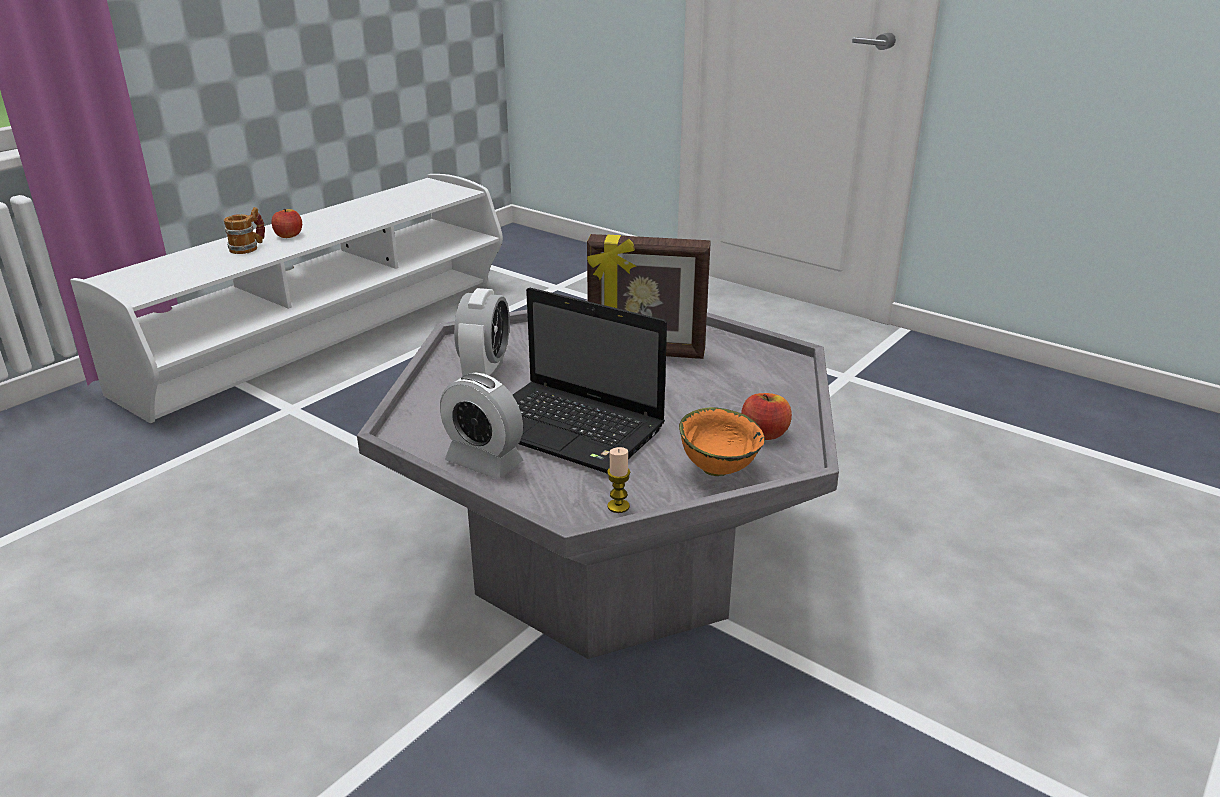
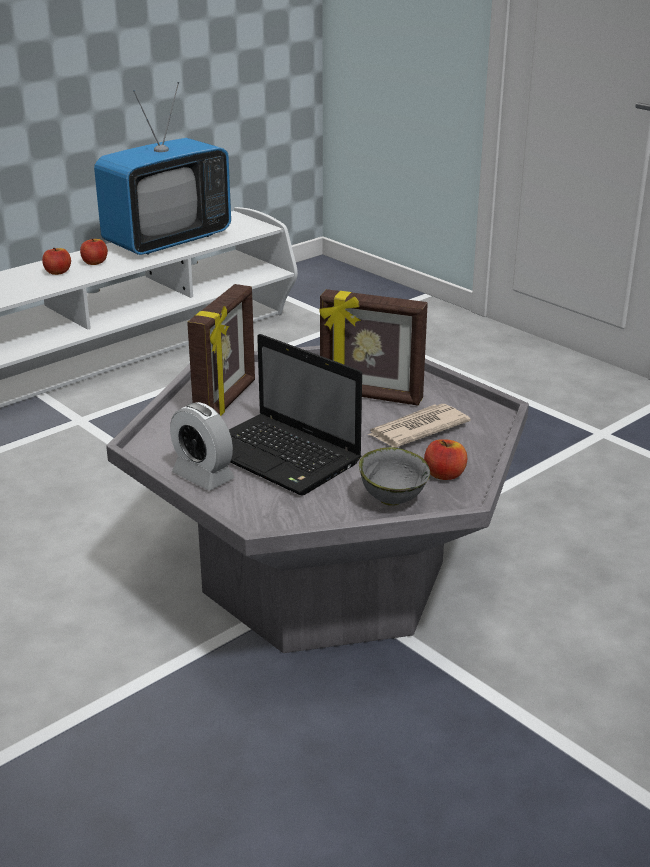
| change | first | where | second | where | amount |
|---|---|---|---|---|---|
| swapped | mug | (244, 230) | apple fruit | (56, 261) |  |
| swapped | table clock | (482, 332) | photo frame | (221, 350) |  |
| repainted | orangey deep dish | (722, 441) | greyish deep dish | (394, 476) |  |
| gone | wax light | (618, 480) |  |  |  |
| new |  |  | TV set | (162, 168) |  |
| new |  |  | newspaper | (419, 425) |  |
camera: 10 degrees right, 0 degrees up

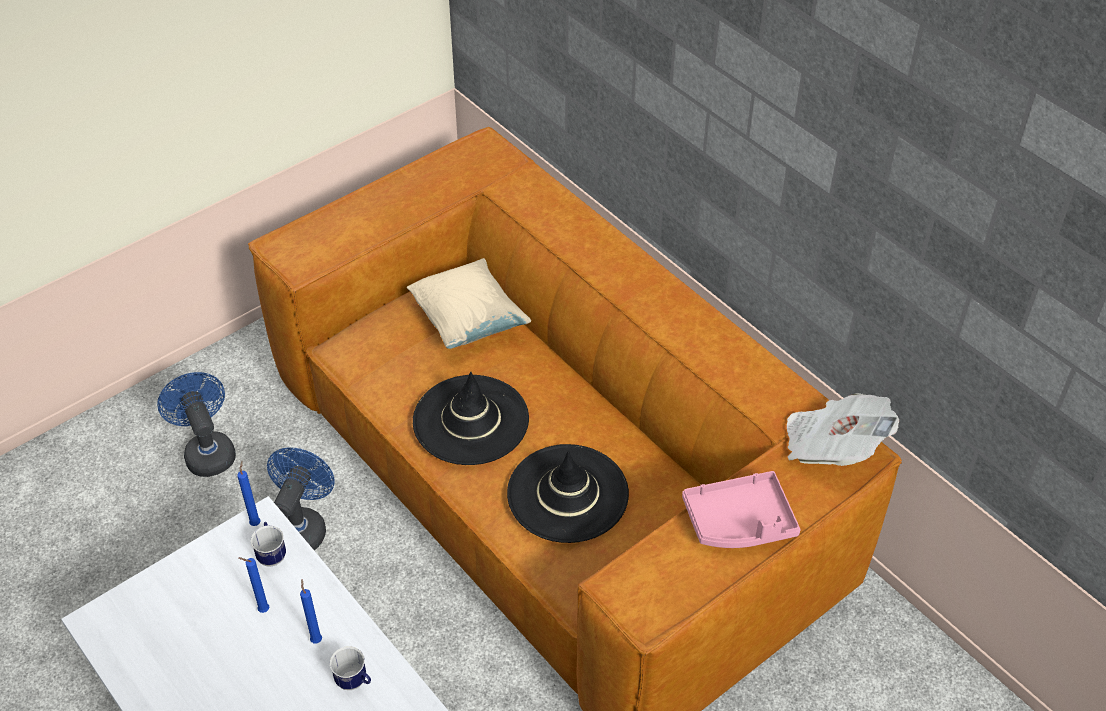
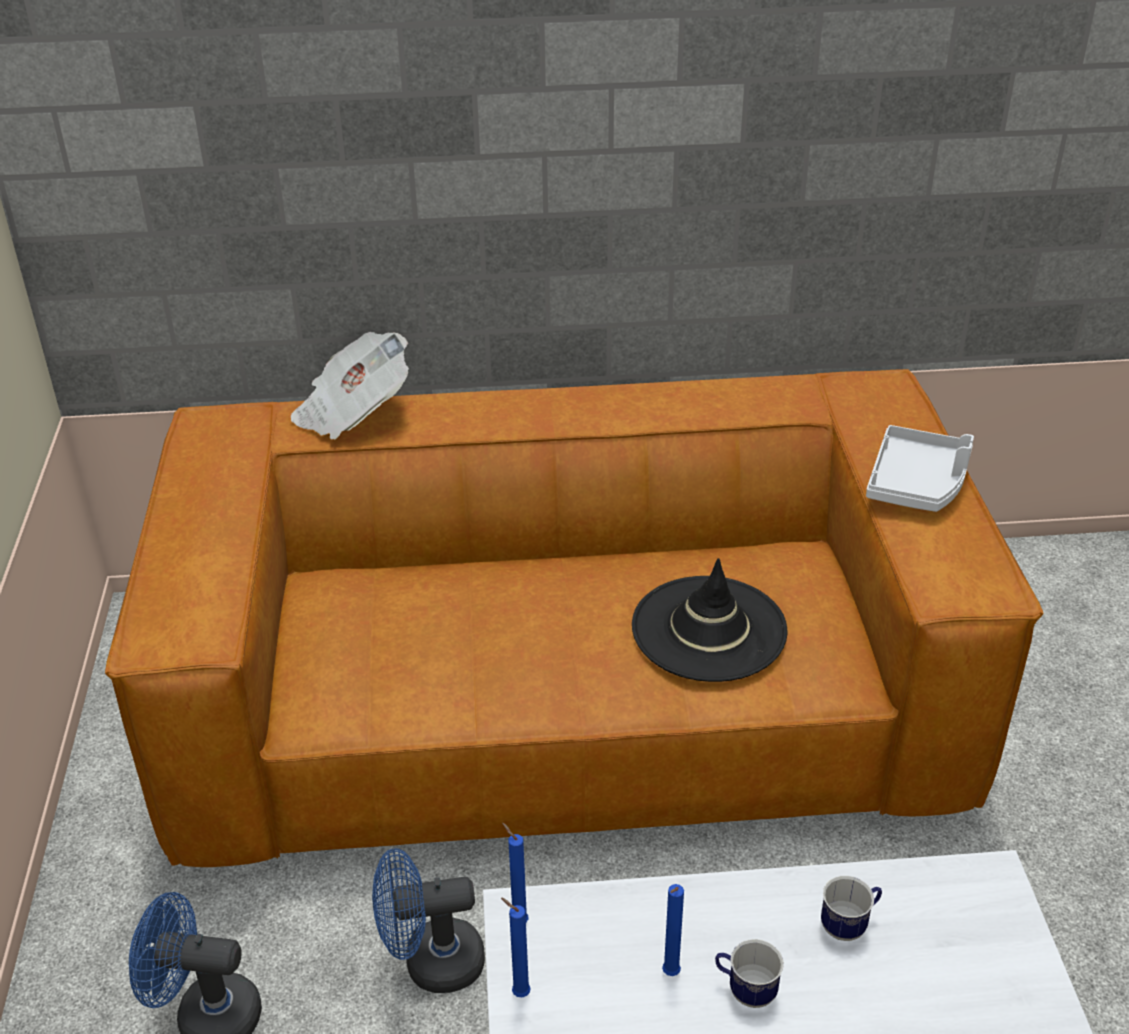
| change | first | where | second | where | amount |
|---|---|---|---|---|---|
| gone | sand-coloured pillow | (469, 303) |  |  |  |
| gone | black wearable hat | (471, 418) |  |  |  |
| shifted | newspaper | (843, 429) |  | (350, 385) |  |
| rotated | bluish fan | (301, 499) |  | (428, 920) | 60 degrees counterclockwise |
| repainted | pink carrying tray | (741, 509) | white carrying tray | (920, 468) |  |
| shifted | mug | (268, 544) |  | (749, 973) |  |
| shifted | bluish wax light | (311, 611) |  | (516, 947) |  |
camera: 55 degrees left, 10 degrees down

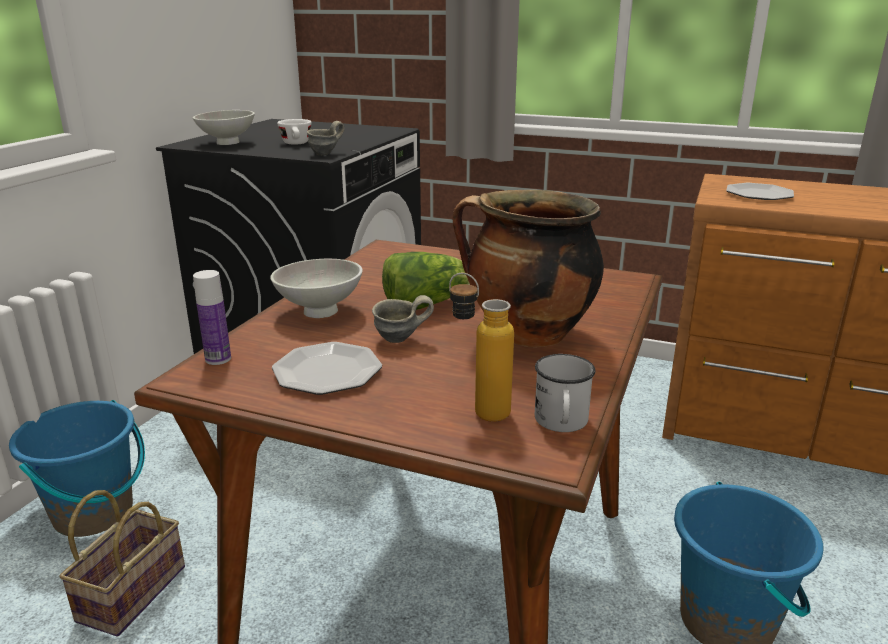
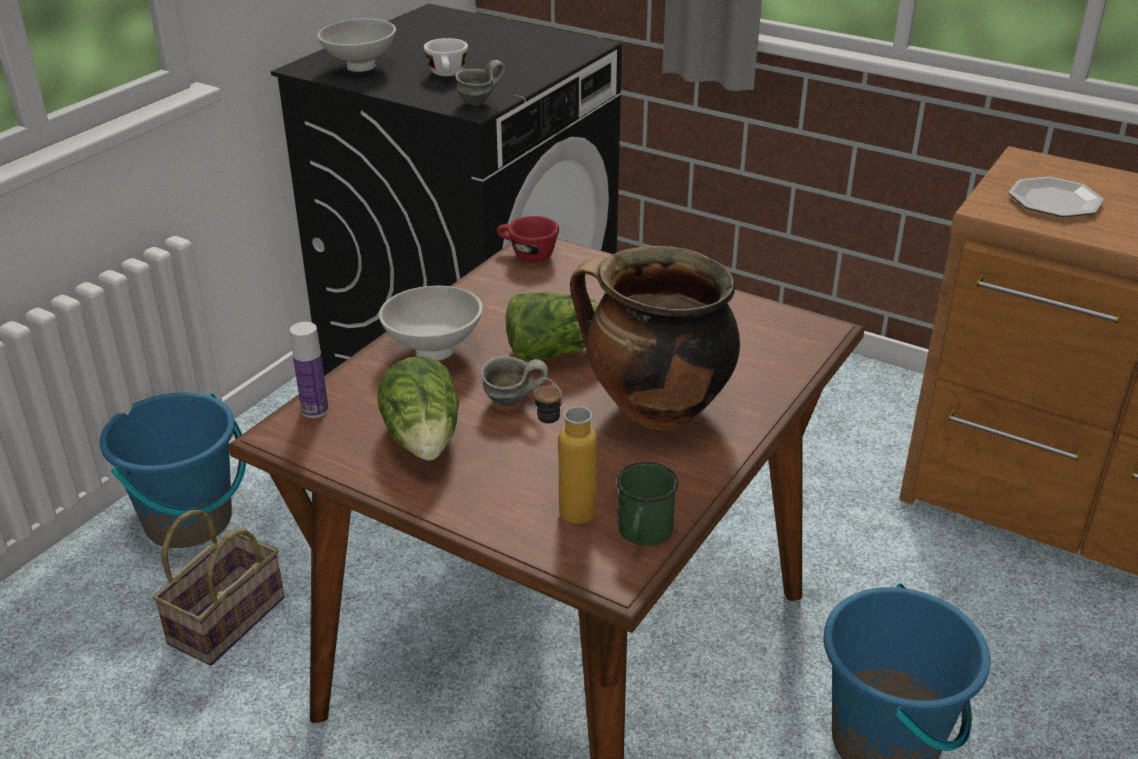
| change | first | where | second | where | amount |
|---|---|---|---|---|---|
| swapped | dinner plate | (327, 368) | lettuce head | (418, 408) |  |
| repainted | white mug | (565, 393) | green mug | (647, 503) |  |
| new |  |  | reddish cup | (528, 239) |  |
camera: 10 degrees right, 10 degrees up

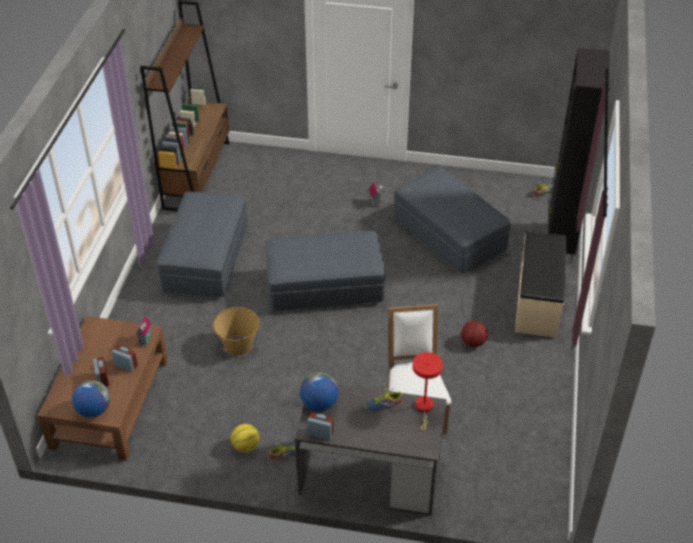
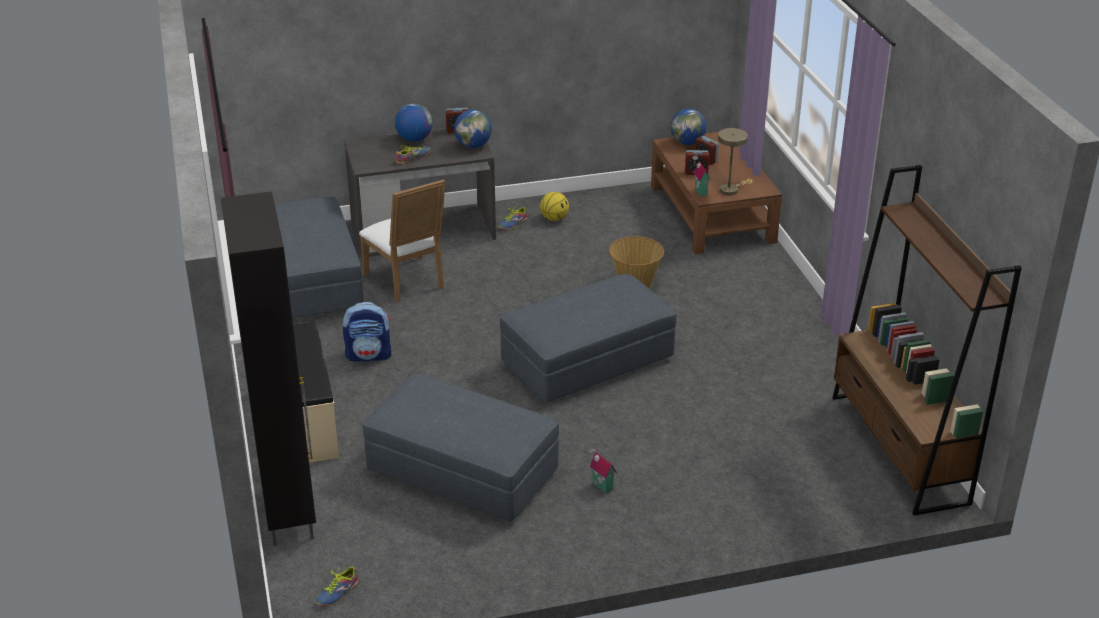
| change | first | where | second | where | amount |
|---|---|---|---|---|---|
| shifted | greyish footrest | (202, 244) |  | (319, 257) |  |
| swapped | ball for basketball | (474, 334) | backpack | (367, 331) |  |
| gone | reddish lamp for a table | (428, 391) |  |  |  |
| new |  |  | globe | (414, 123) |  |
| new |  |  | sand-coloured lamp for a table | (735, 161) |  |
camera: 155 degrees right, 10 degrees down

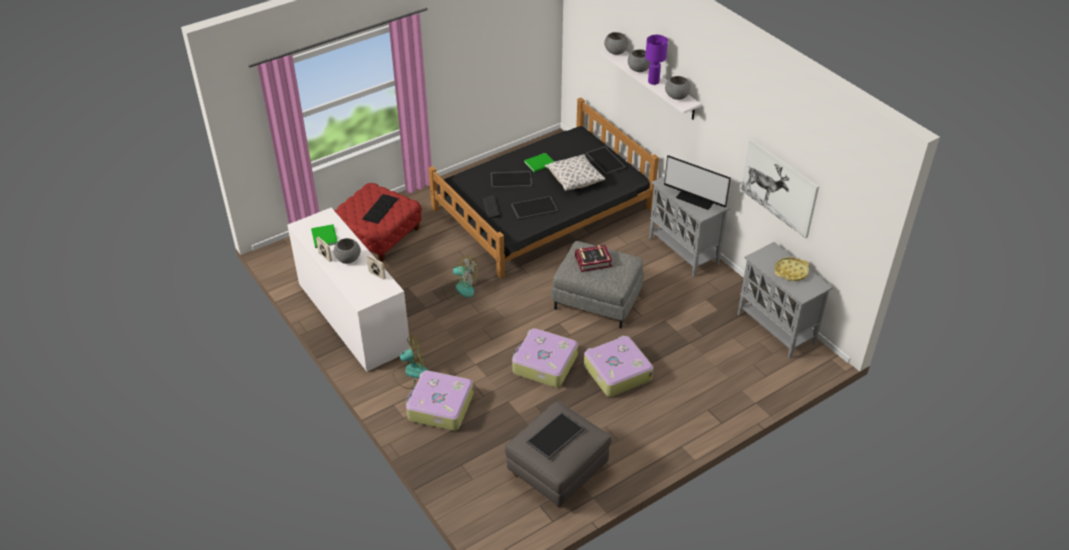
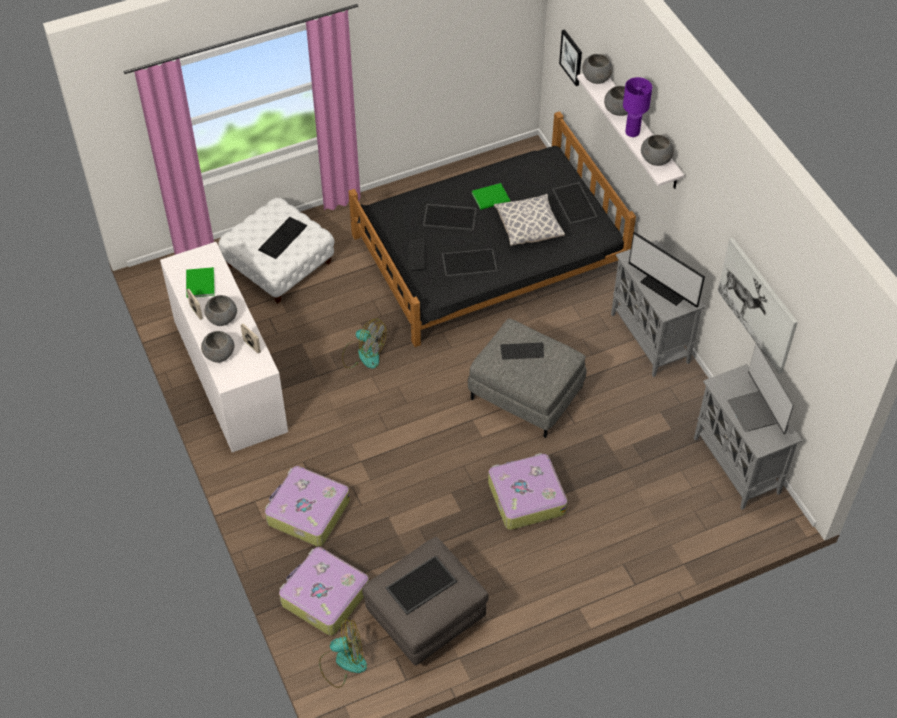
| change | first | where | second | where | amount |
|---|---|---|---|---|---|
| repainted | reddish footrest | (378, 222) | white footrest | (276, 250) |  |
| swapped | book | (593, 258) | keyboard | (522, 351) |  |
| swapped | yellowish carrying tray | (792, 269) | monitor | (760, 388) |  |
| shifted | travel case | (545, 358) |  | (324, 591) |  |
| shifted | fan | (410, 362) |  | (343, 653) |  |
| new |  |  | wall picture | (570, 57) |  |
| new |  |  | greyish deep dish | (218, 347) |  |
camera: 10 degrees right, 10 degrees up

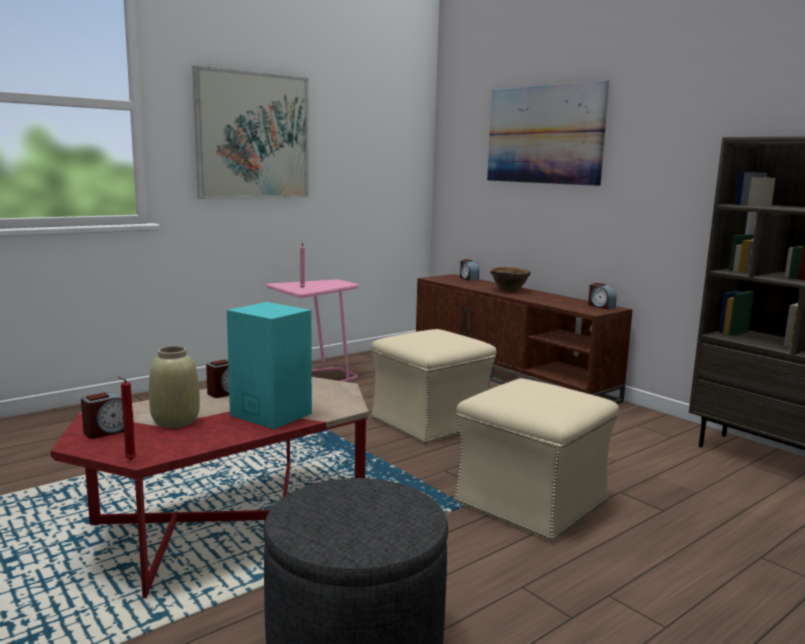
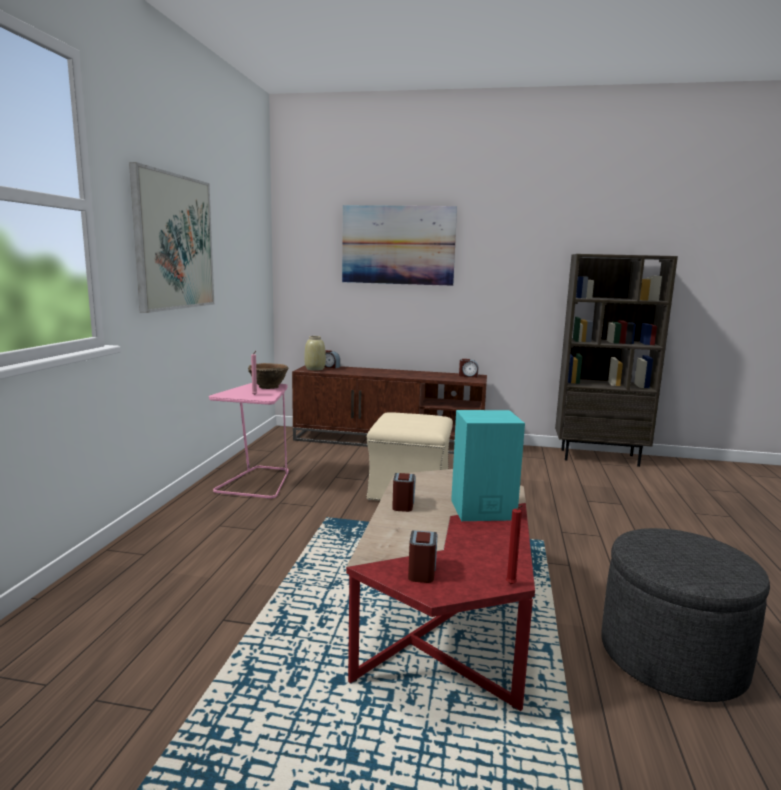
| change | first | where | second | where | amount |
|---|---|---|---|---|---|
| shifted | brown deep dish | (510, 279) |  | (268, 376) |  |
| shifted | sand-coloured flower vase | (174, 387) |  | (315, 353) |  |
| gone | sand-coloured footrest | (536, 460) |  |  |  |
camera: 40 degrees left, 0 degrees up

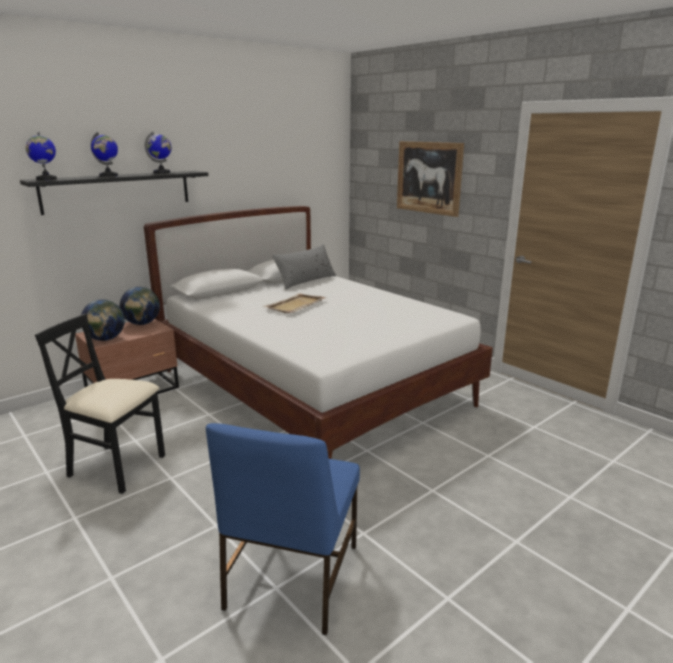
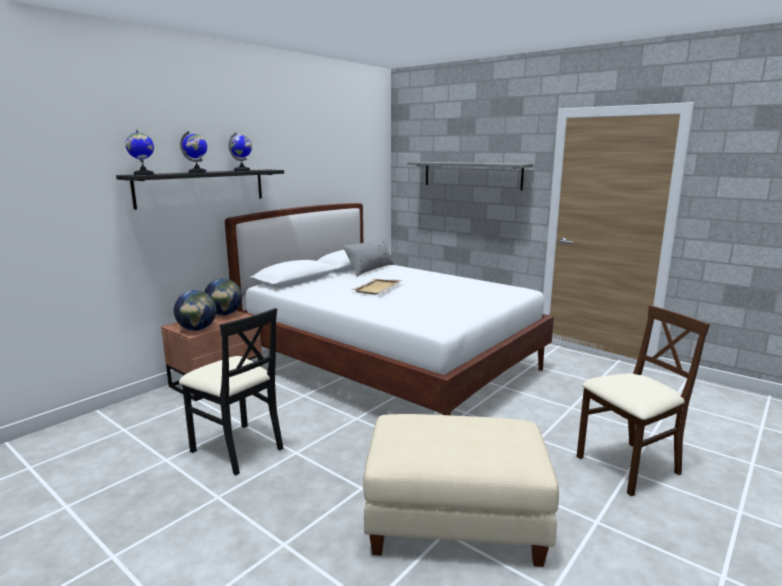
| change | first | where | second | where | amount |
|---|---|---|---|---|---|
| swapped | wall picture | (430, 179) | greyish shelf | (470, 176) |  |
| rotated | black upright chair | (100, 404) |  | (231, 391) | 150 degrees counterclockwise |
| swapped | bluish upright chair | (283, 529) | sand-coloured footrest | (461, 490) |  |
| new |  |  | sand-coloured upright chair | (643, 400) |  |
camera: 10 degrees left, 5 degrees down

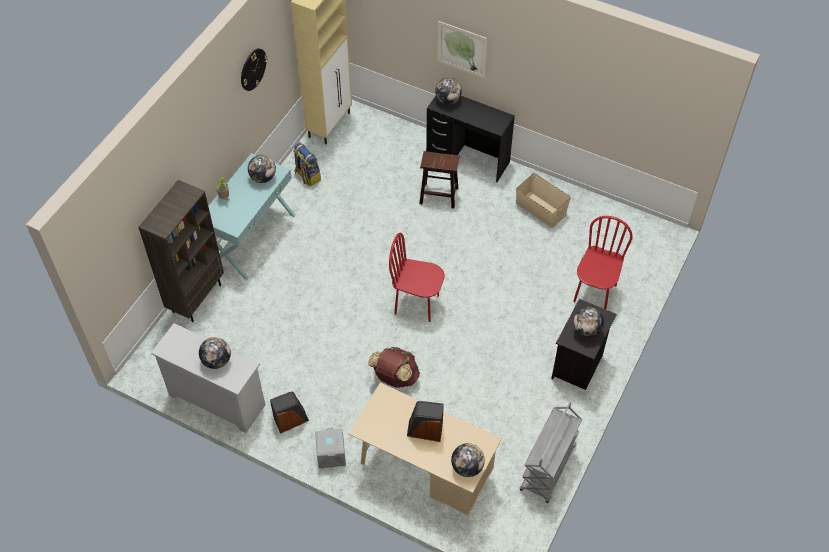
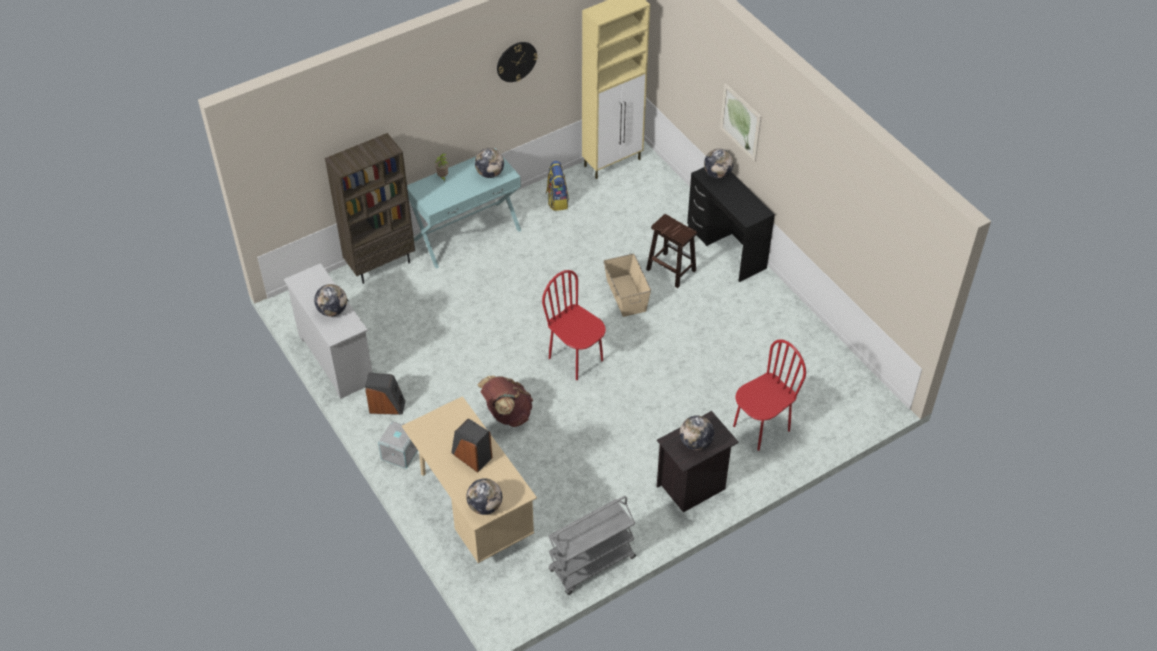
| change | first | where | second | where | amount |
|---|---|---|---|---|---|
| shifted | sand-coloured storage container | (543, 200) |  | (627, 285) |  |
camera: 30 degrees right, 5 degrees down

